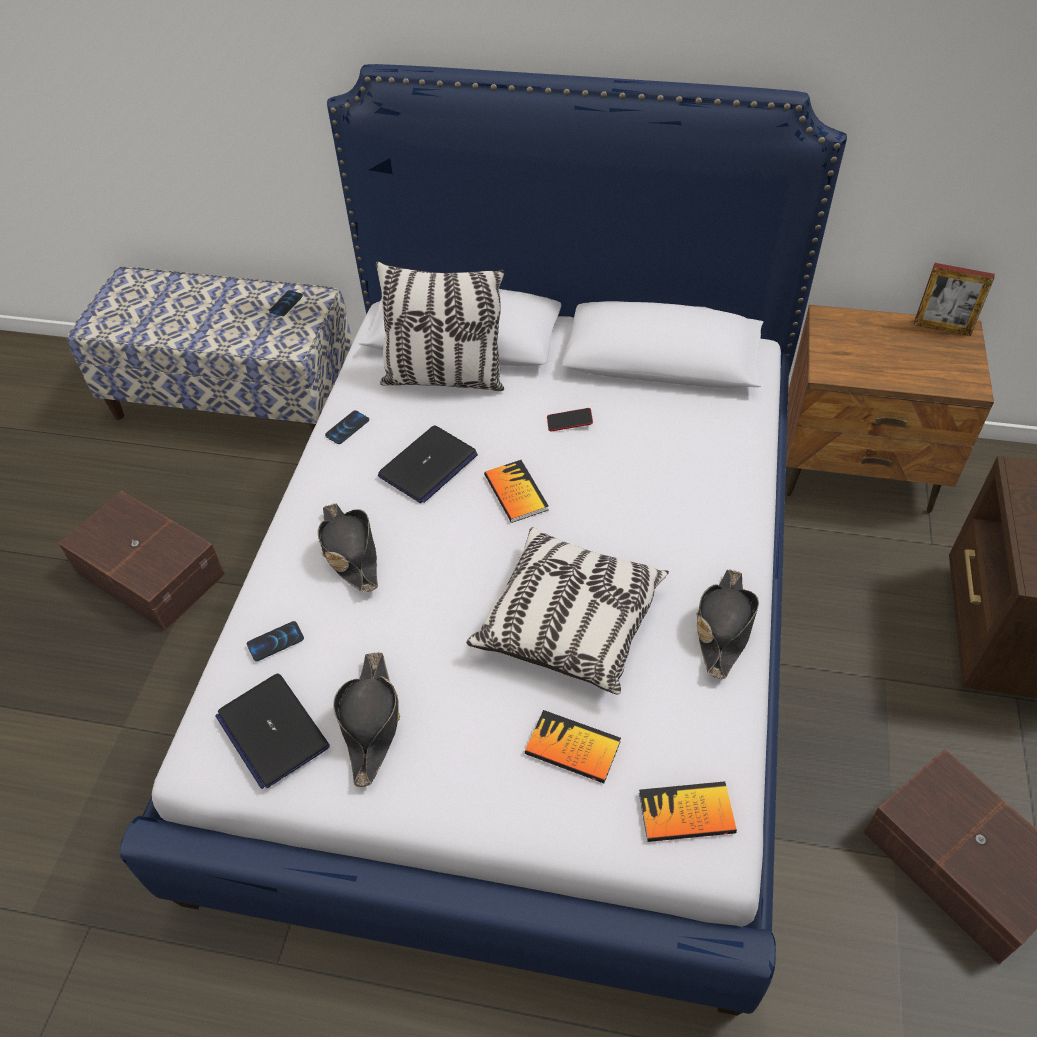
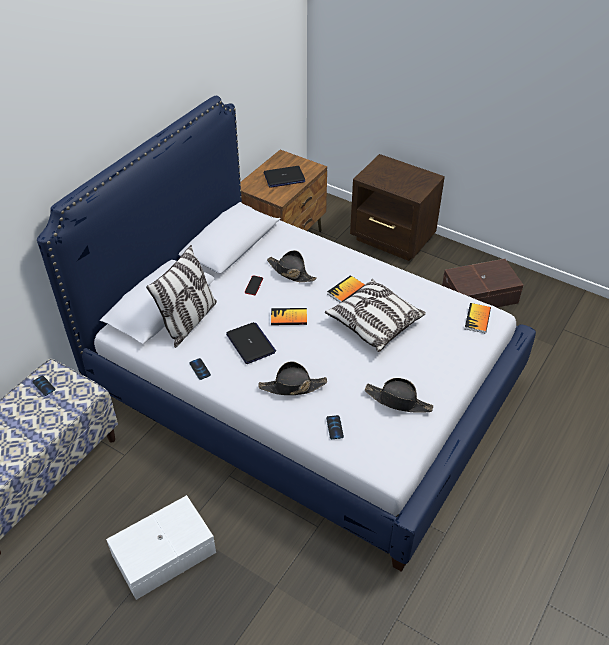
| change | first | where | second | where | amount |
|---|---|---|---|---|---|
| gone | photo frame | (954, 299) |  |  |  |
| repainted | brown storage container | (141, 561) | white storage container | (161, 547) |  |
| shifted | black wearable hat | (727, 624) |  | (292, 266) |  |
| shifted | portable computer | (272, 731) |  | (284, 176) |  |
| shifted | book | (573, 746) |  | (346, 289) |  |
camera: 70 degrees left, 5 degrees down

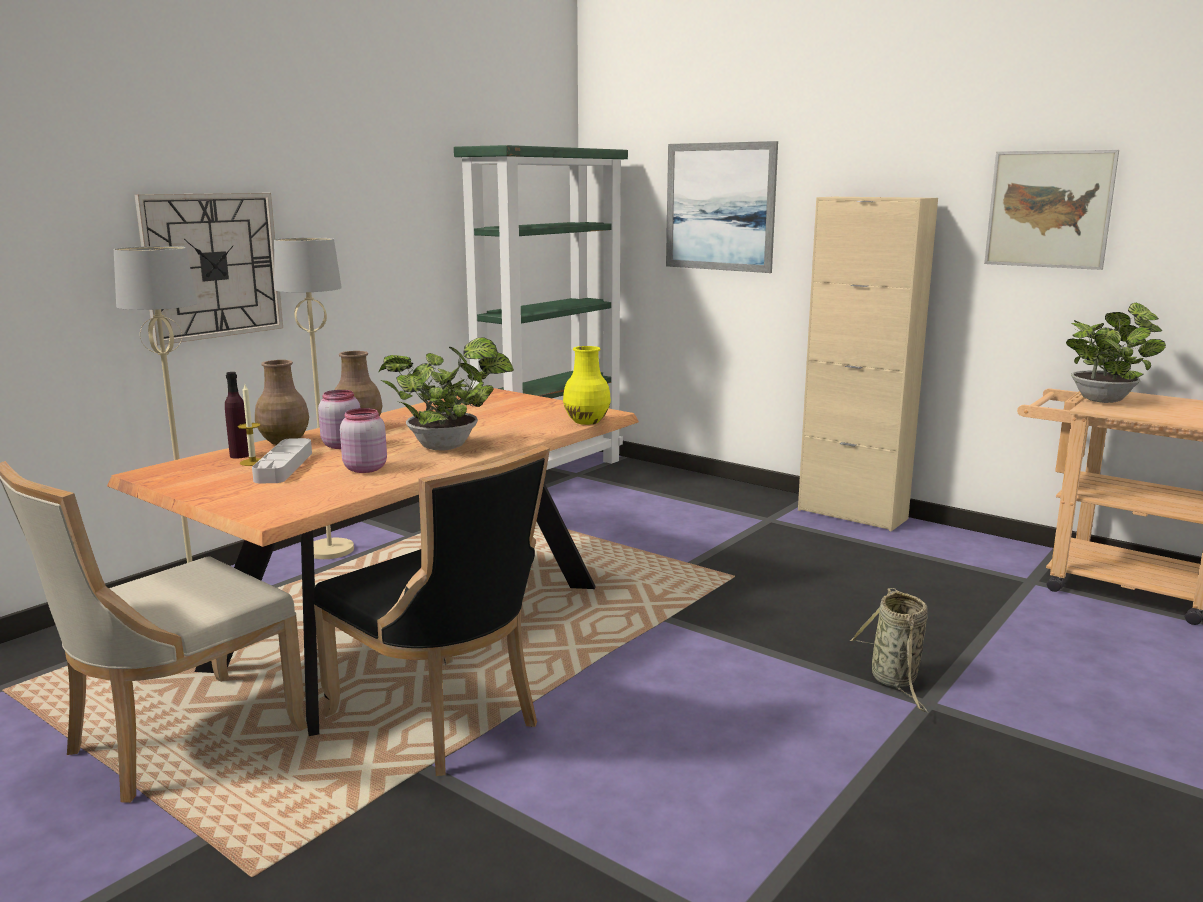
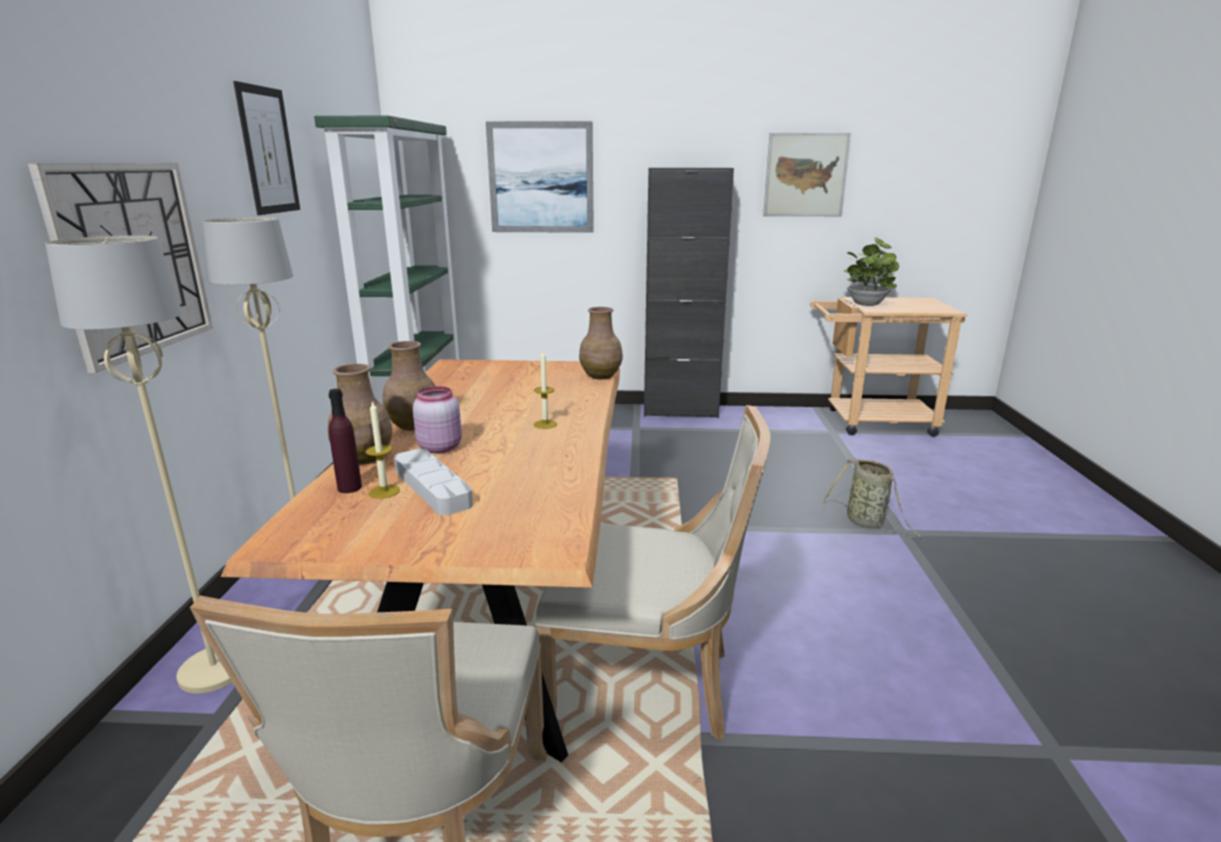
| change | first | where | second | where | amount |
|---|---|---|---|---|---|
| repainted | sand-coloured storage cabinet | (868, 364) | black storage cabinet | (689, 293) |  |
| swapped | houseplant | (446, 394) | wax light | (545, 390) |  |
| repainted | yellowish flower vase | (587, 385) | brown flower vase | (601, 343) |  |
| gone | pink jar | (363, 440) |  |  |  |
| repainted | black upright chair | (431, 611) | sand-coloured upright chair | (653, 573) |  |
| new |  |  | wall picture | (266, 148) |  |
camera: 35 degrees left, 5 degrees up

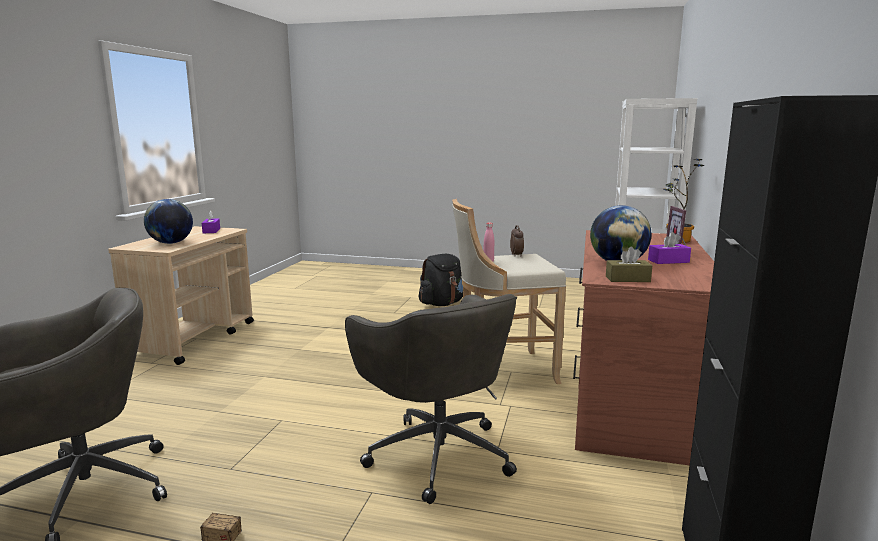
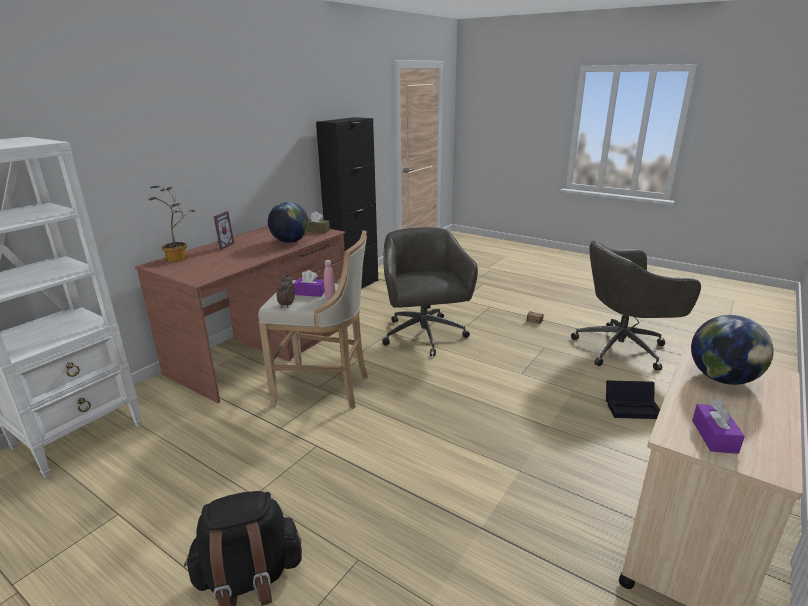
| change | first | where | second | where | amount |
|---|---|---|---|---|---|
| shifted | purple box of tissues | (669, 248) |  | (309, 283) |  |
| new |  |  | black storage container | (633, 399) |  |
camera: 160 degrees left, 10 degrees up

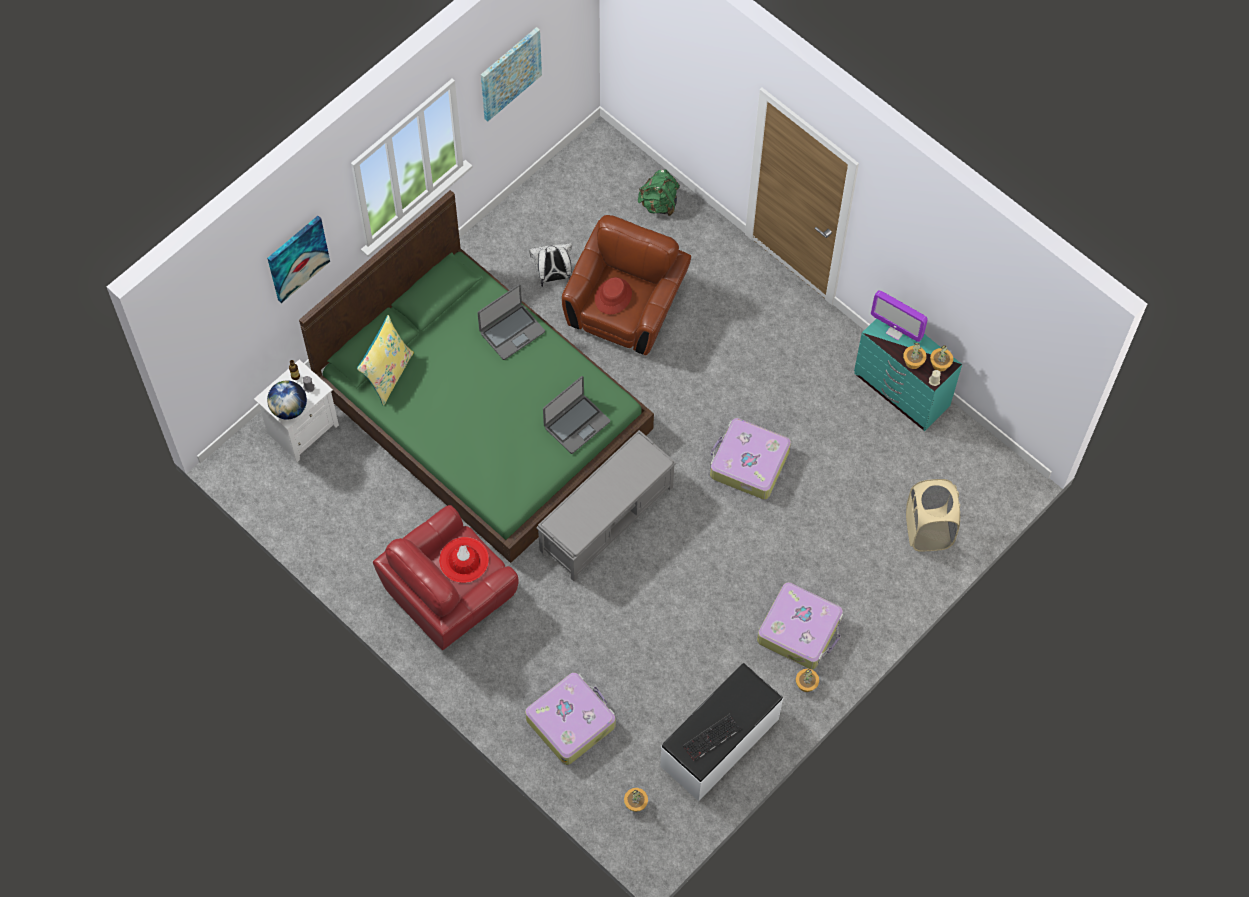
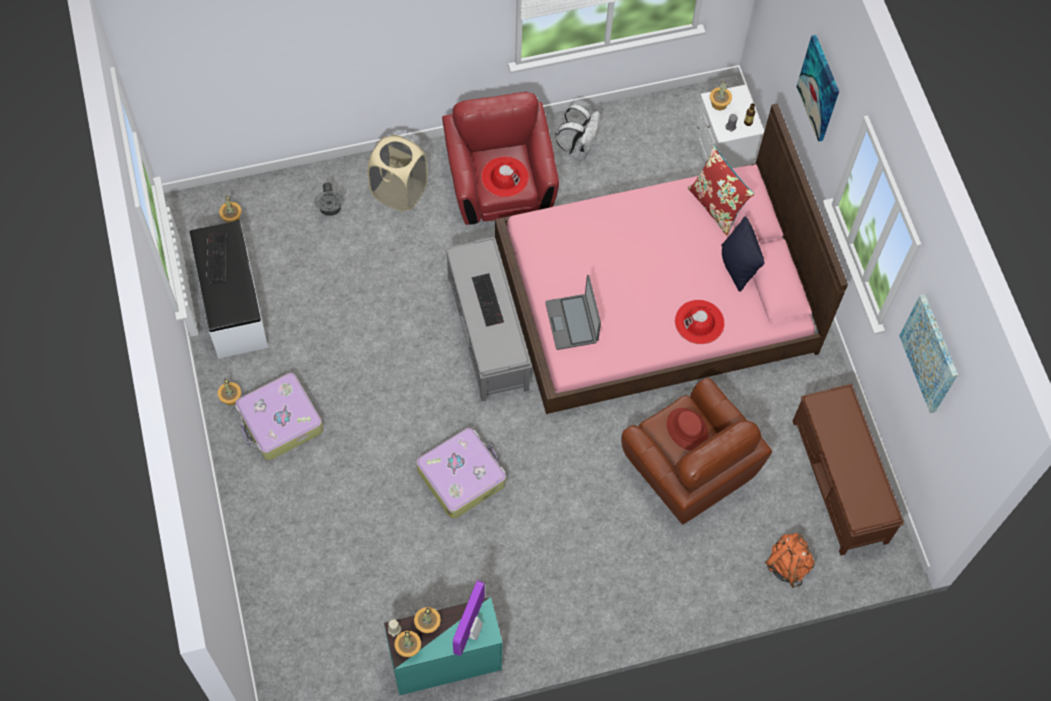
| change | first | where | second | where | amount |
|---|---|---|---|---|---|
| repainted | green backpack | (659, 192) | orangey backpack | (790, 560) |  |
| repainted | green sleeping bed | (476, 376) | pink sleeping bed | (671, 258) |  |
| shifted | white backpack | (550, 265) |  | (577, 132) |  |
| swapped | portable computer | (511, 322) | reddish wearable hat | (700, 322) |  |
| rotated | monitor | (899, 316) |  | (469, 618) | 45 degrees counterclockwise |
| repainted | yellowish pillow | (385, 360) | reddish pillow | (721, 191) |  |
| swapped | globe | (287, 400) | houseplant | (721, 95) |  |
| shifted | sand-coloured washing basket | (933, 515) |  | (397, 173) |  |
| swapped | travel case | (570, 719) | greyish fan | (329, 199) |  |
| new |  |  | black pillow | (742, 254) |  |
| new |  |  | keyboard | (488, 300) |  |
| new |  |  | brown long seat | (848, 469) |  |
camera: 120 degrees right, 0 degrees up

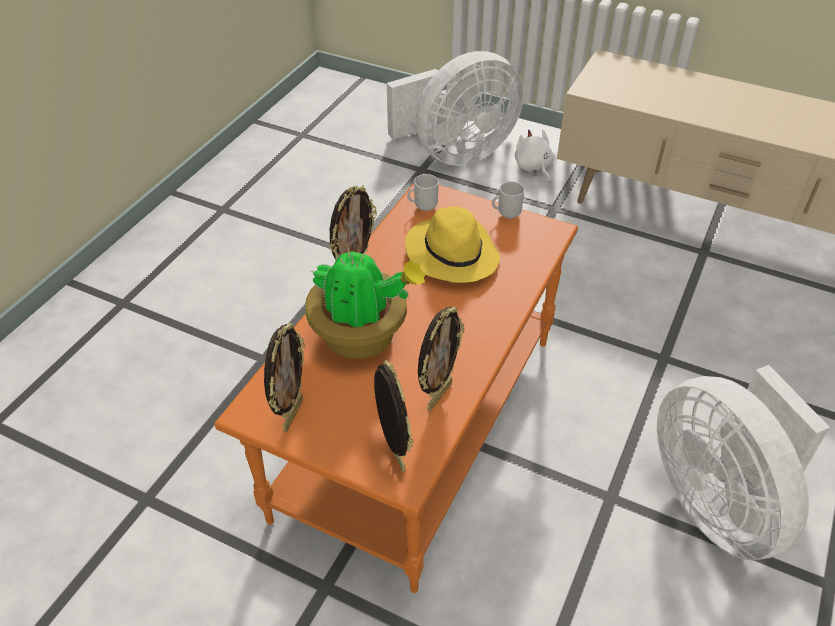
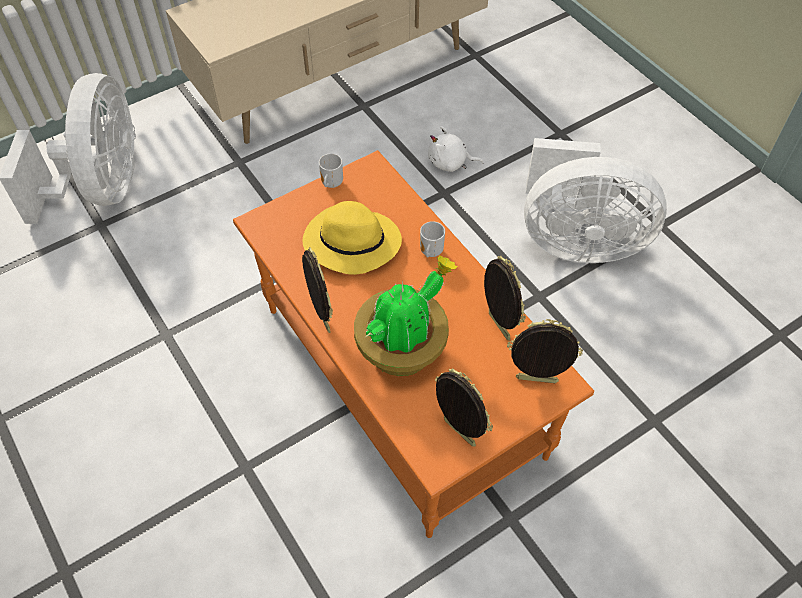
| change | first | where | second | where | amount |
|---|---|---|---|---|---|
| shifted | white plush toy | (534, 156) |  | (456, 149) |  |
| shifted | mug | (423, 192) |  | (432, 239) |  |
camera: 60 degrees left, 10 degrees up

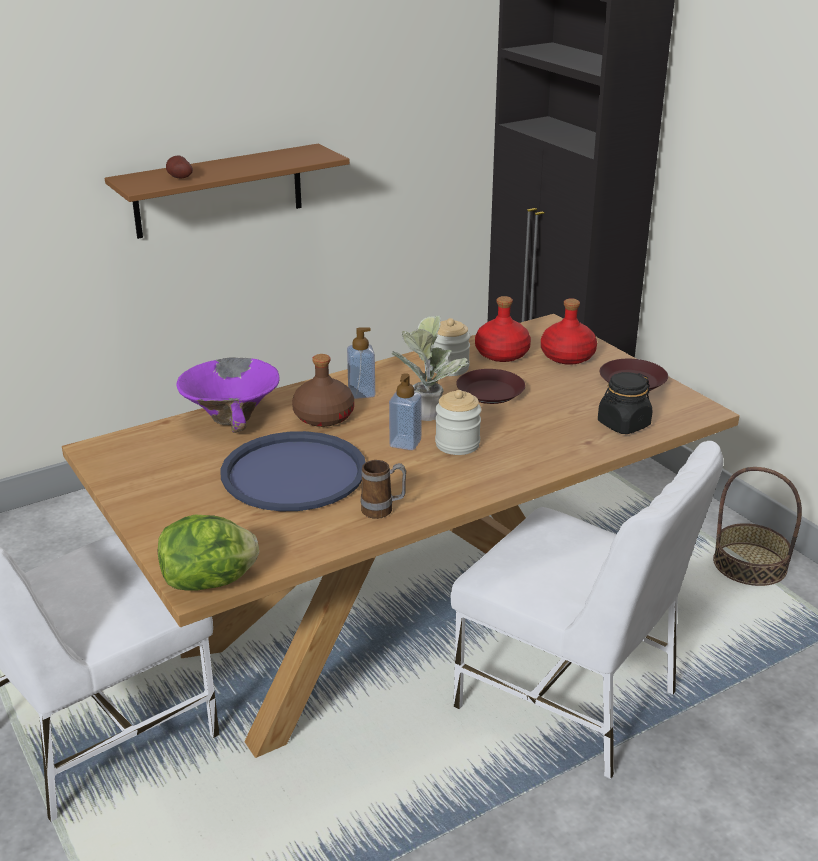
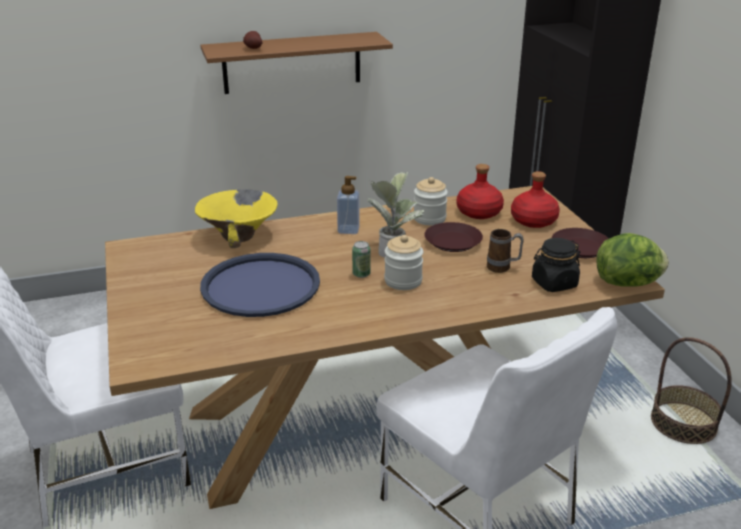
| change | first | where | second | where | amount |
|---|---|---|---|---|---|
| gone | brown beverage bottle | (323, 390) |  |  |  |
| repainted | purple deep dish | (228, 395) | yellowish deep dish | (236, 218) |  |
| swapped | soap bottle | (405, 411) | can | (361, 259) |  |
| shifted | mug | (383, 489) |  | (505, 251) |  |
| shifted | lettuce head | (208, 553) |  | (632, 260) |  |
camera: 15 degrees right, 0 degrees up

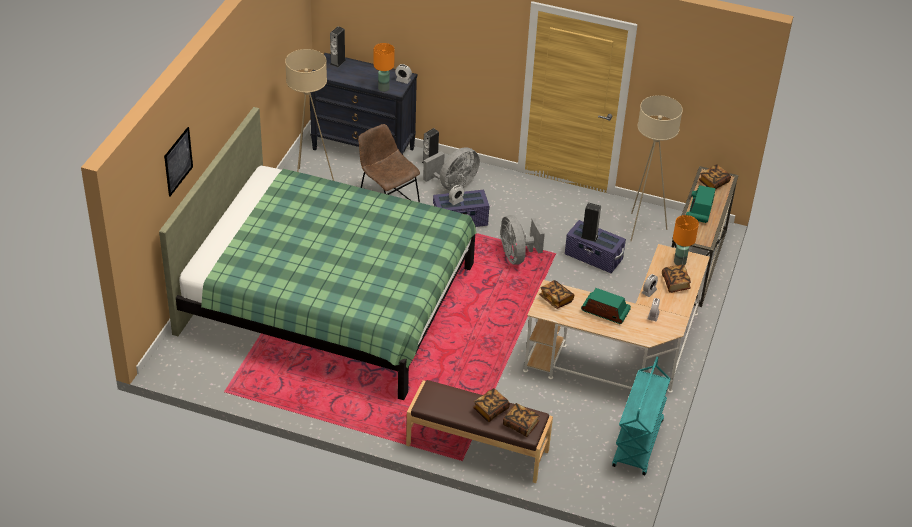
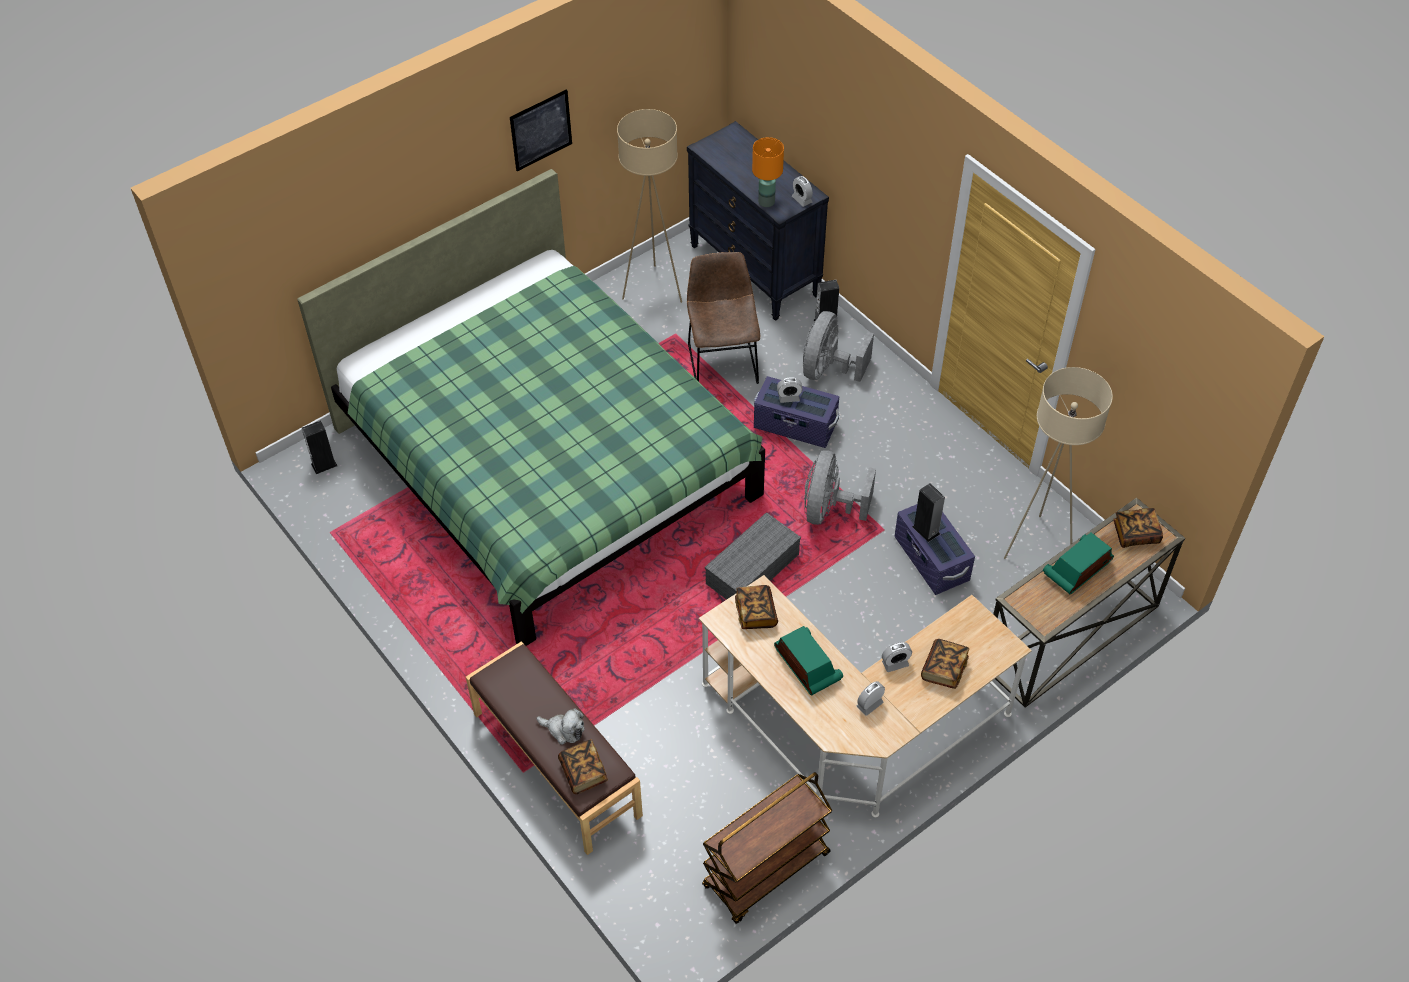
| change | first | where | second | where | amount |
|---|---|---|---|---|---|
| shifted | speaker | (338, 46) |  | (319, 447) |  |
| shifted | wall picture | (178, 162) |  | (541, 130) |  |
| rotated | greyish fan | (451, 168) |  | (838, 346) | 120 degrees clockwise |
| gone | orangey lamp for a table | (686, 240) |  |  |  |
| repainted | turquoise-coloured cart | (641, 416) | brown cart | (767, 848) |  |
| swapped | book | (491, 405) | plush toy | (560, 726) |  |
| new |  |  | greyish storage container | (753, 556) |  |
camera: 35 degrees right, 10 degrees up

